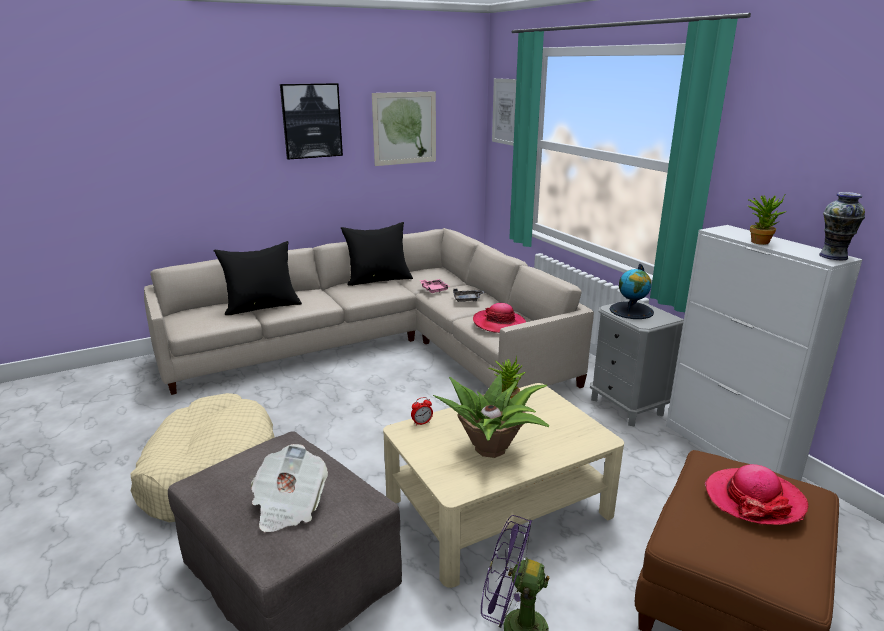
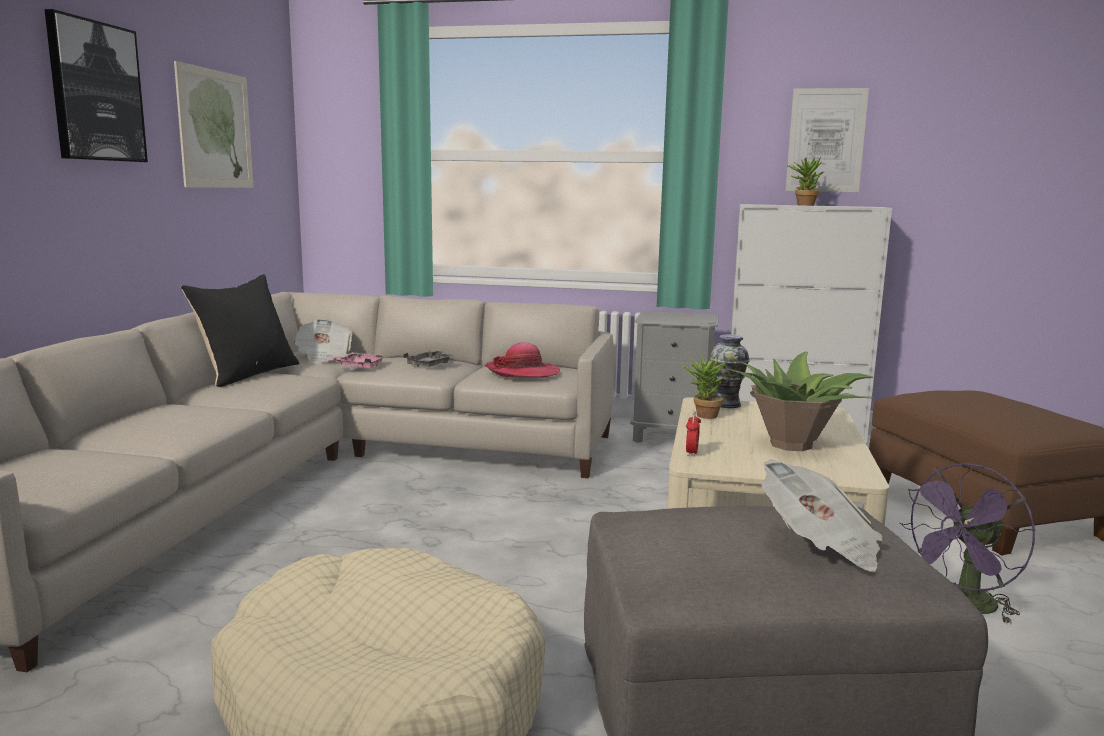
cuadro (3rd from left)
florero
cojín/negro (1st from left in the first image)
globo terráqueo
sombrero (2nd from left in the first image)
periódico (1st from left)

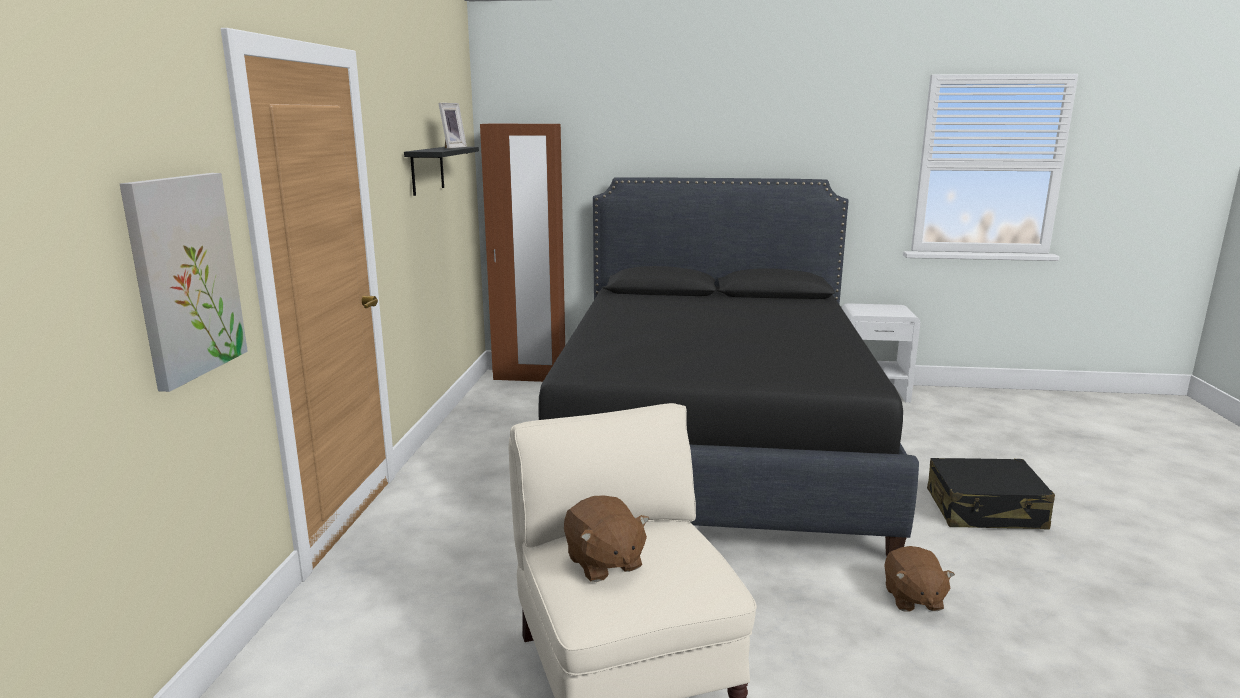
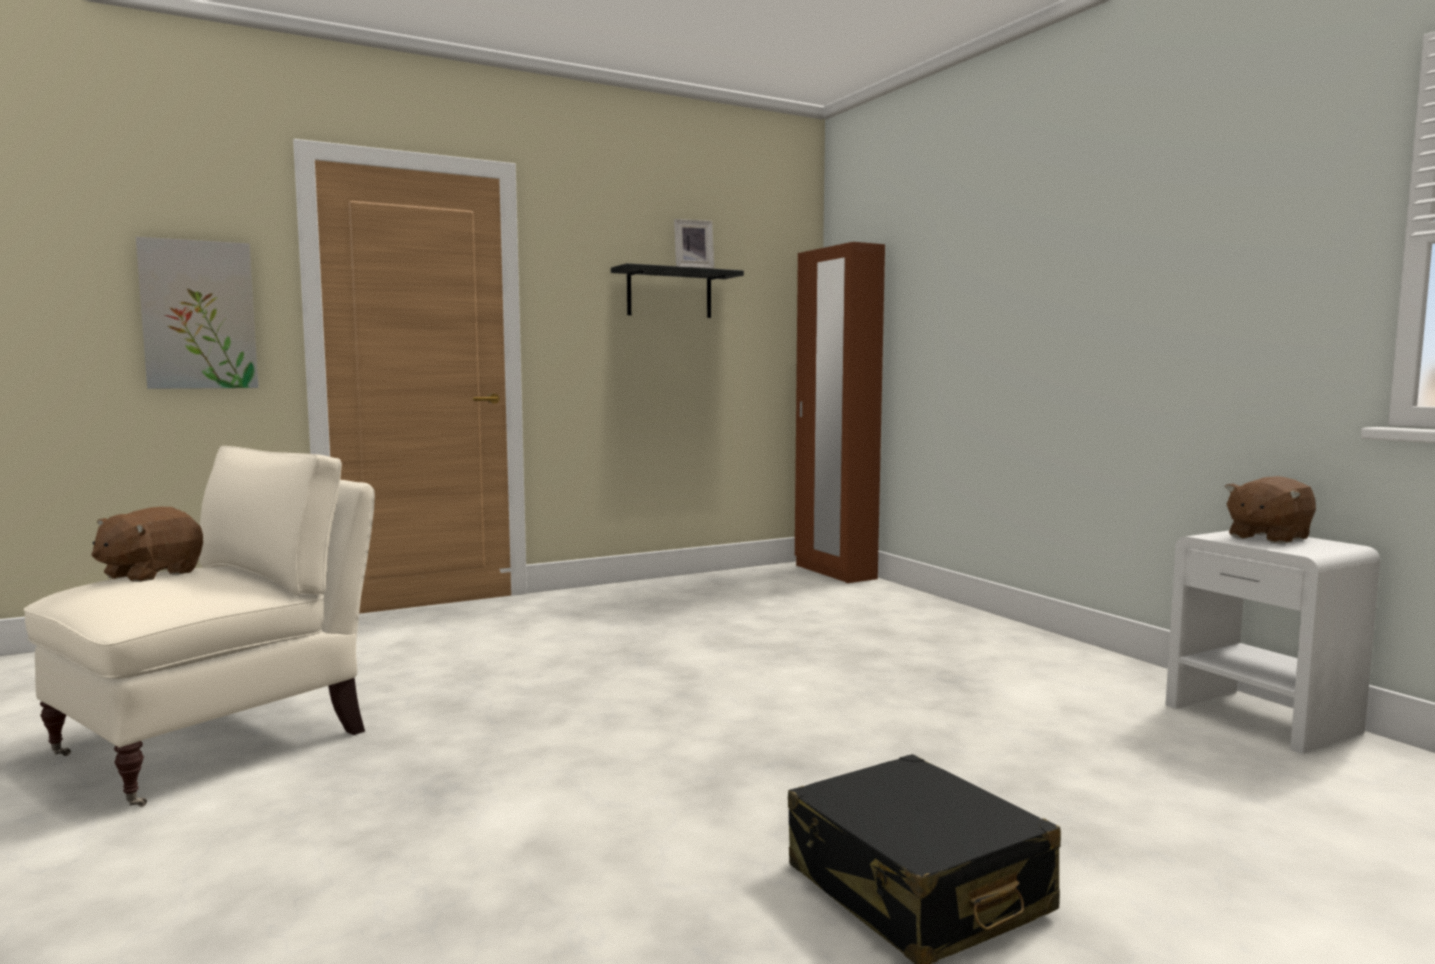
cama/negro
peluche/marrón (2nd from left)

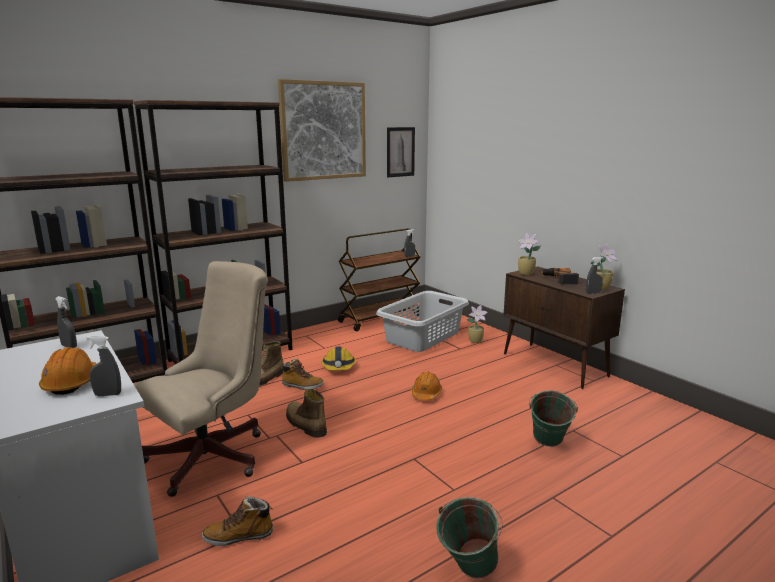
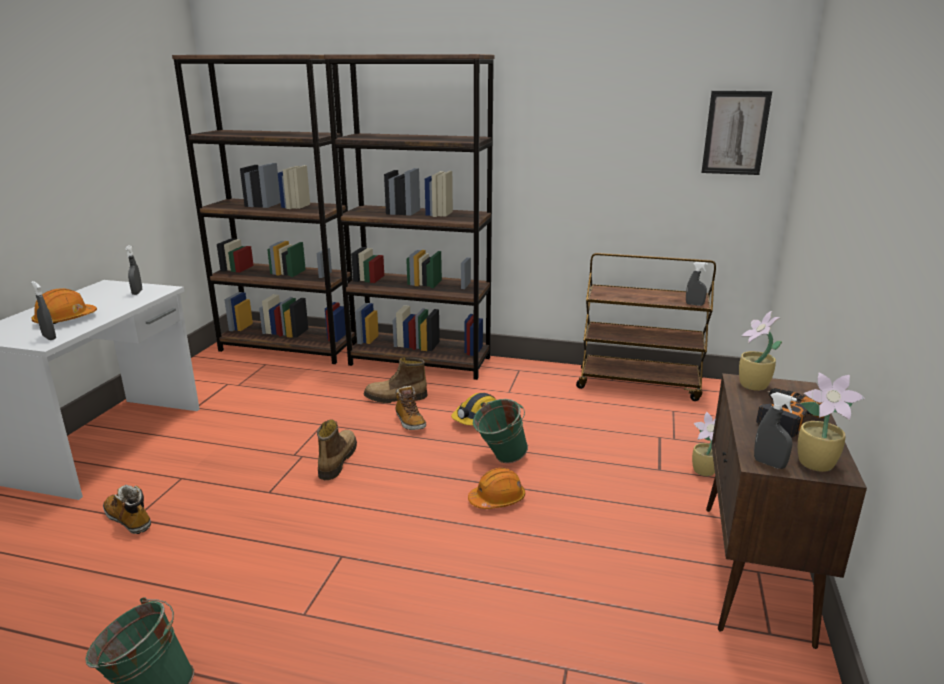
cuadro (1st from left in the first image)
silla de oficina/beis
cesto de la ropa/gris
cubo/verde (2nd from left)

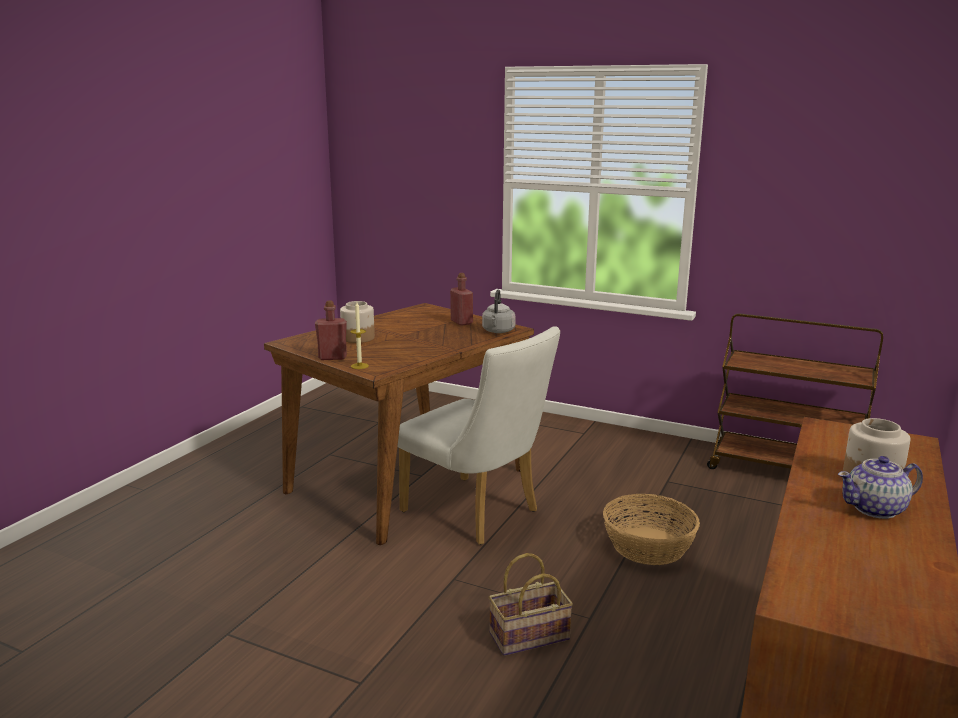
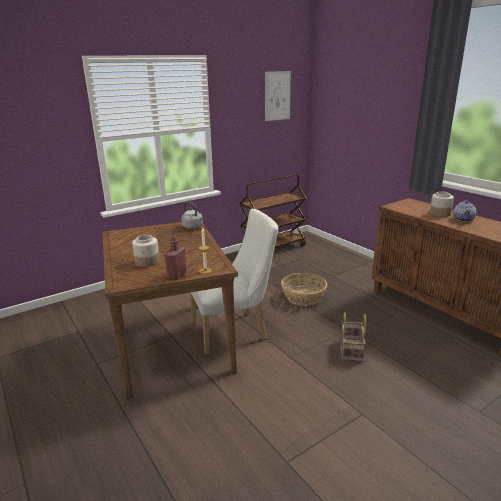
botella/rojo (2nd from left in the first image)
cuadro

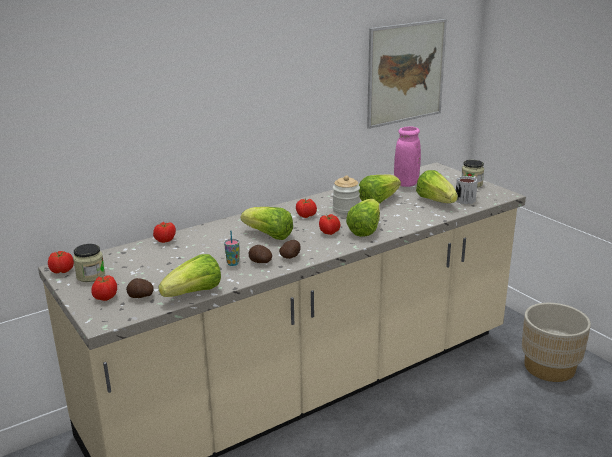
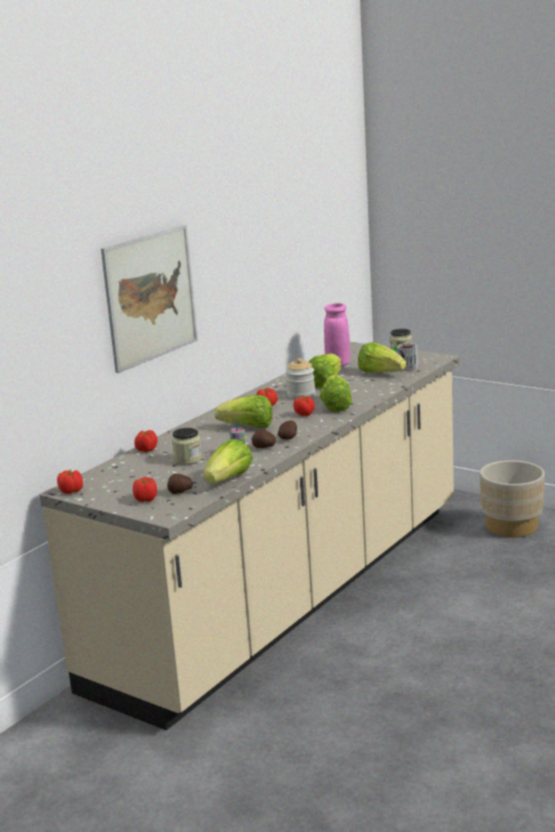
cuadro
tarro (1st from left)

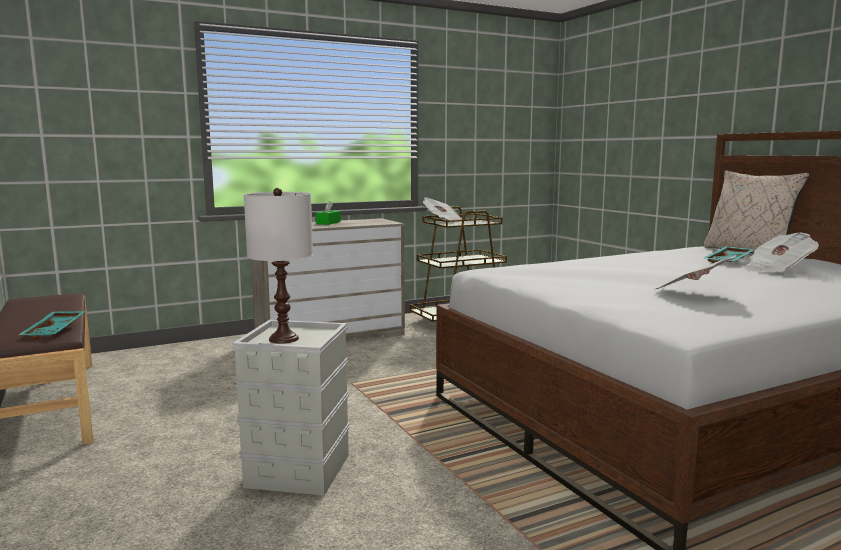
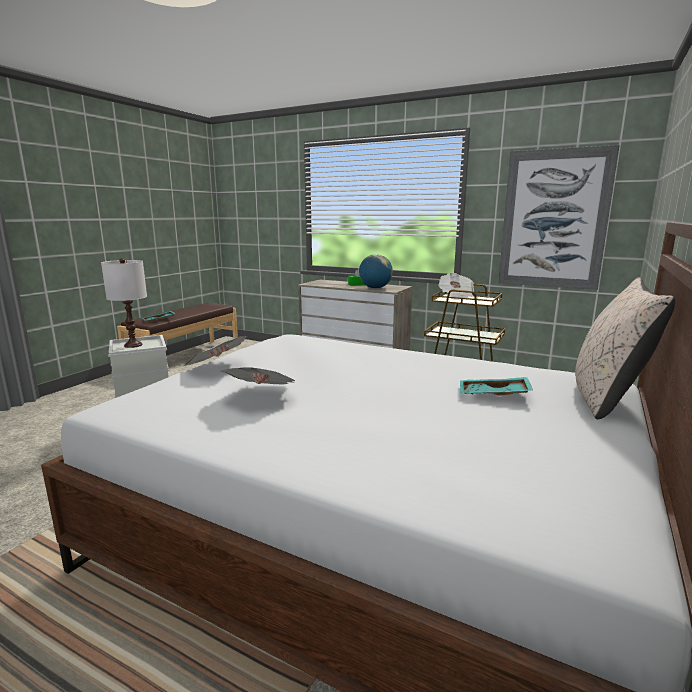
periódico (1st from left)
cuadro
globo terráqueo

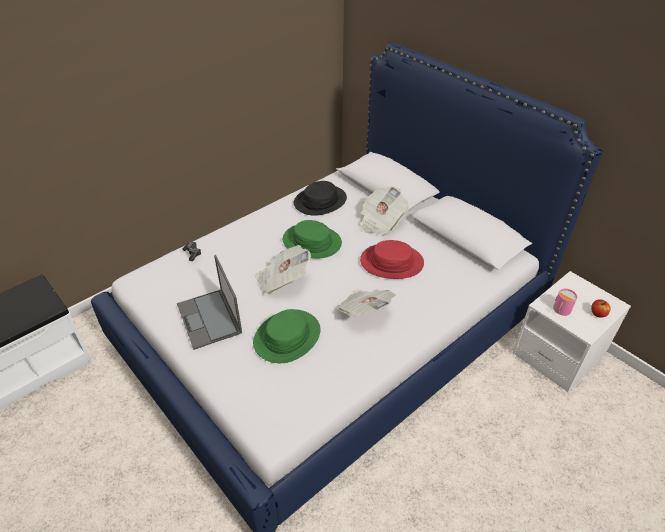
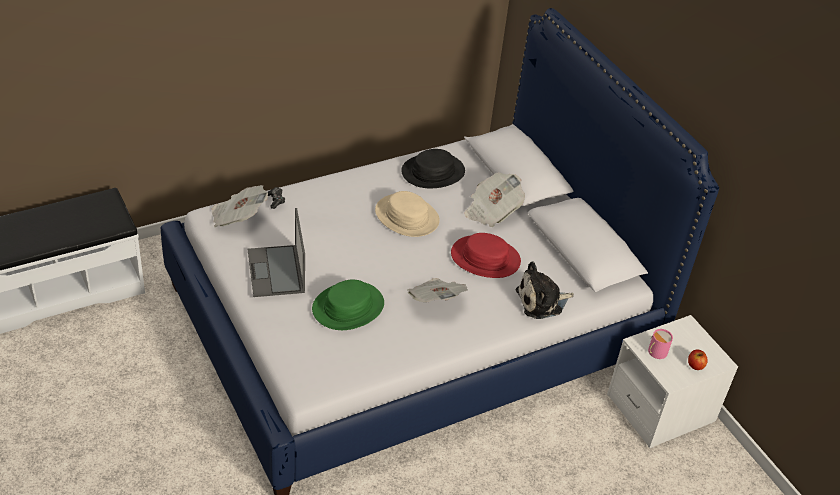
sombrero/beis
periódico (1st from left)
peluche

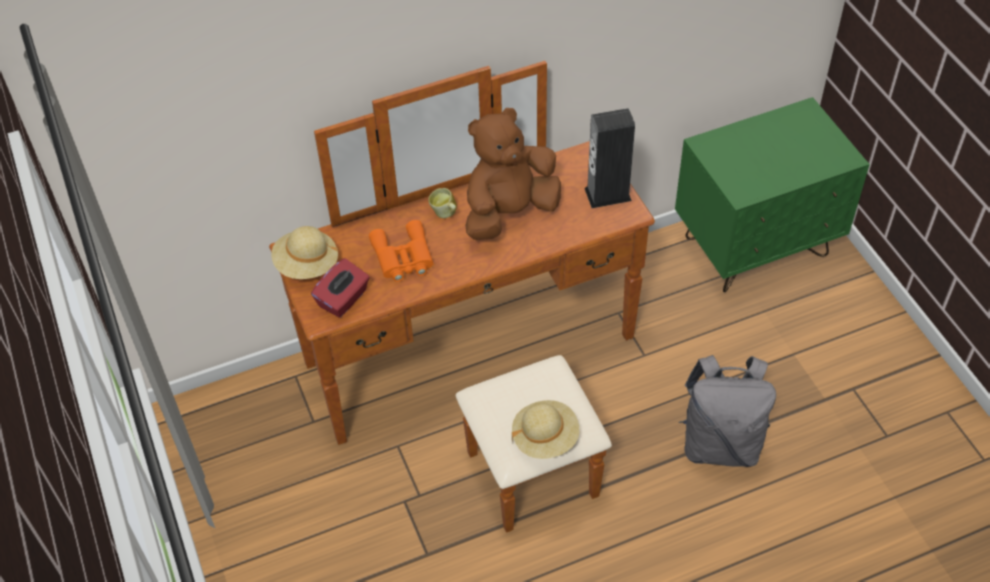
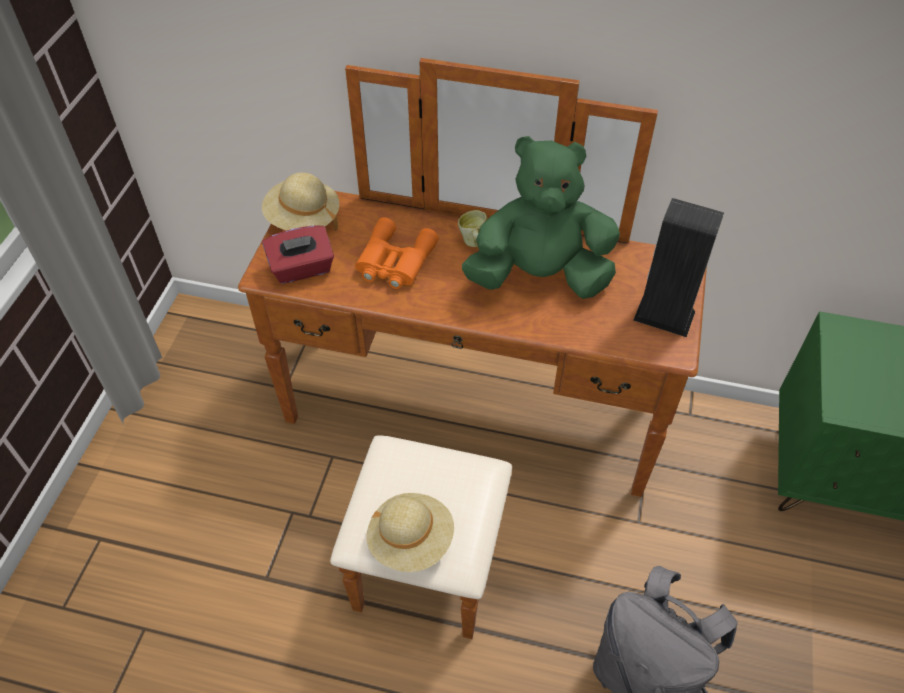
peluche/verde

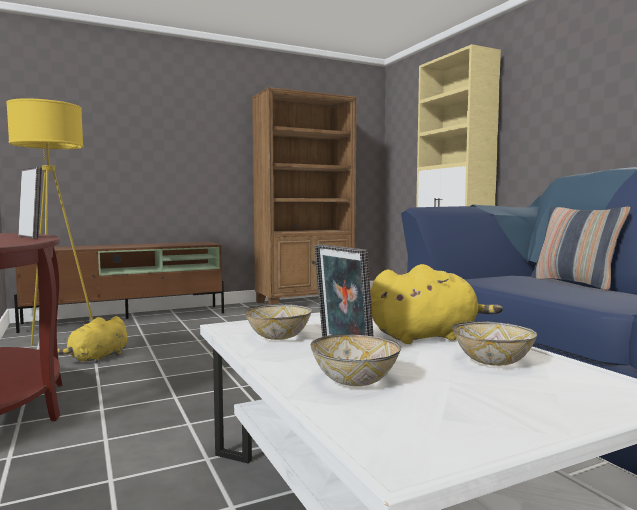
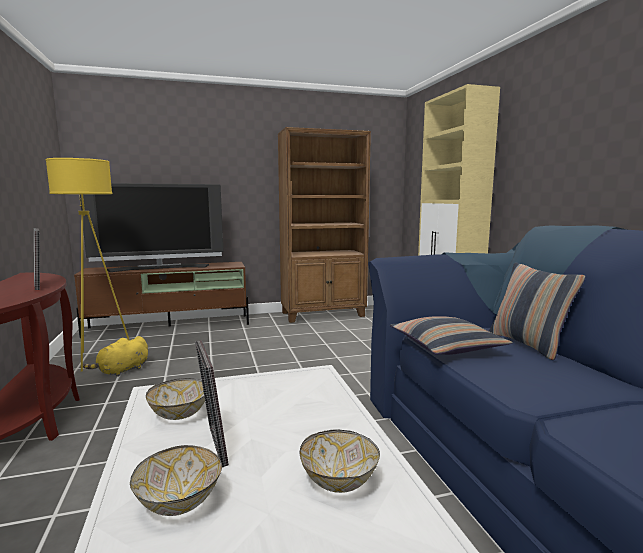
peluche/amarillo (2nd from left in the first image)
televisor
cojín (1st from left)

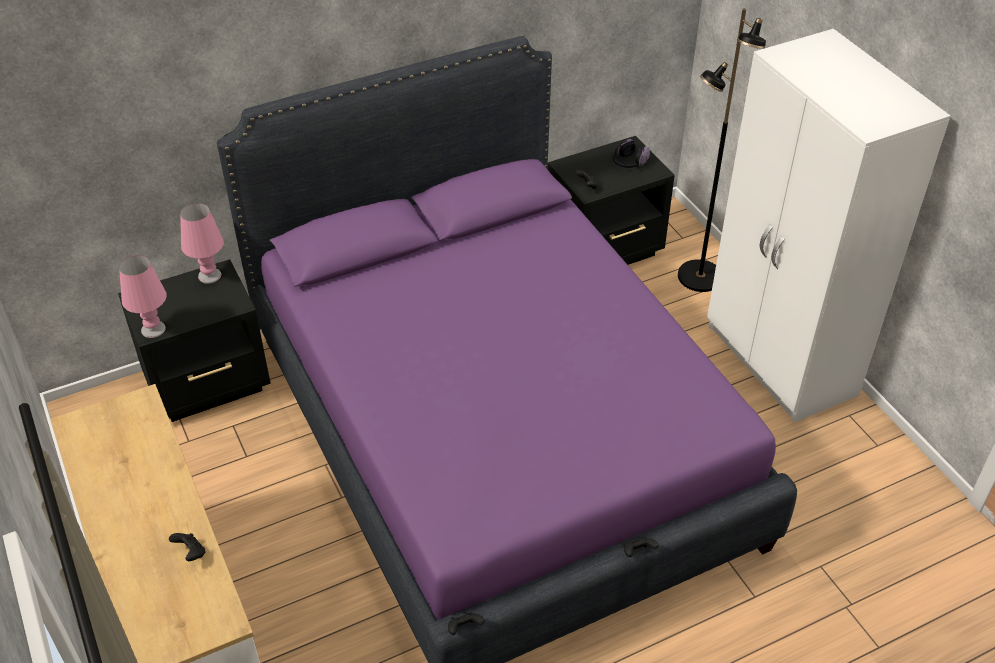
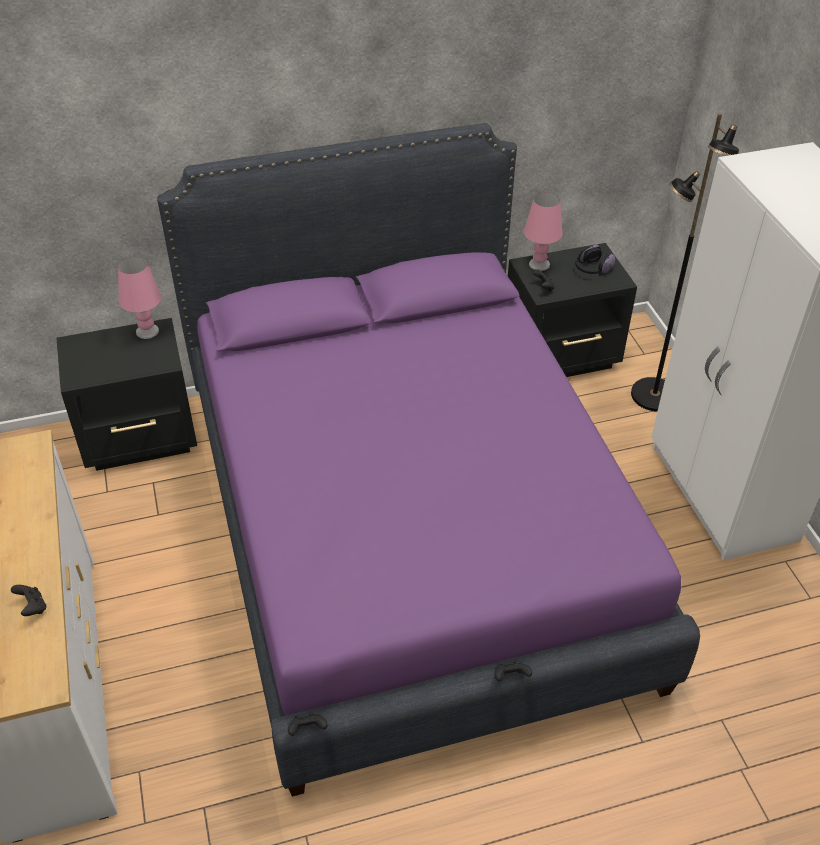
lámpara de mesa/rosa (2nd from left)

